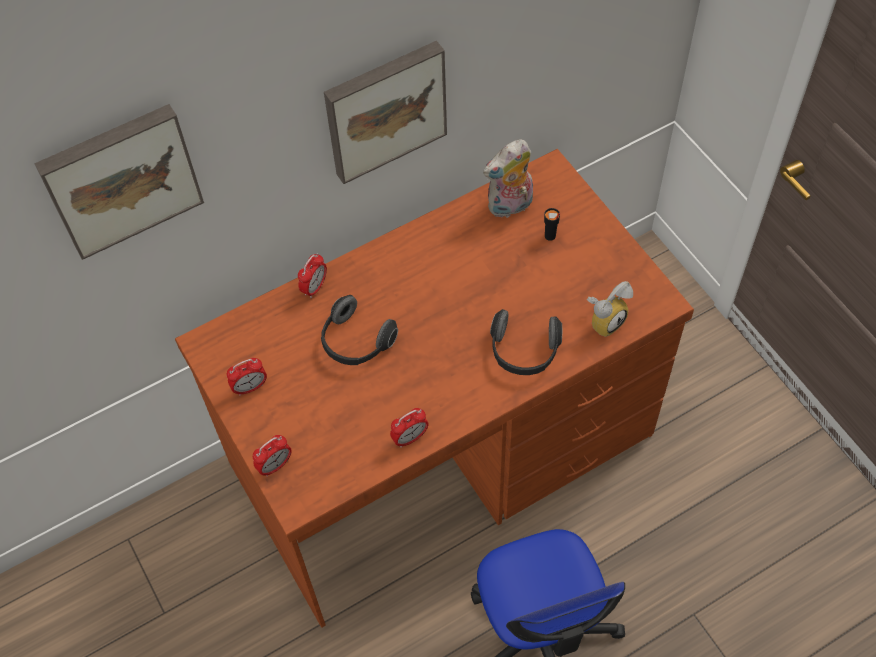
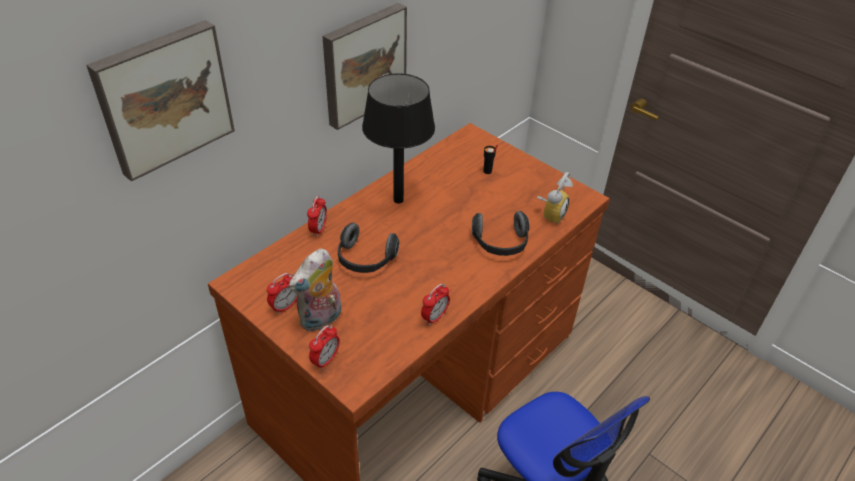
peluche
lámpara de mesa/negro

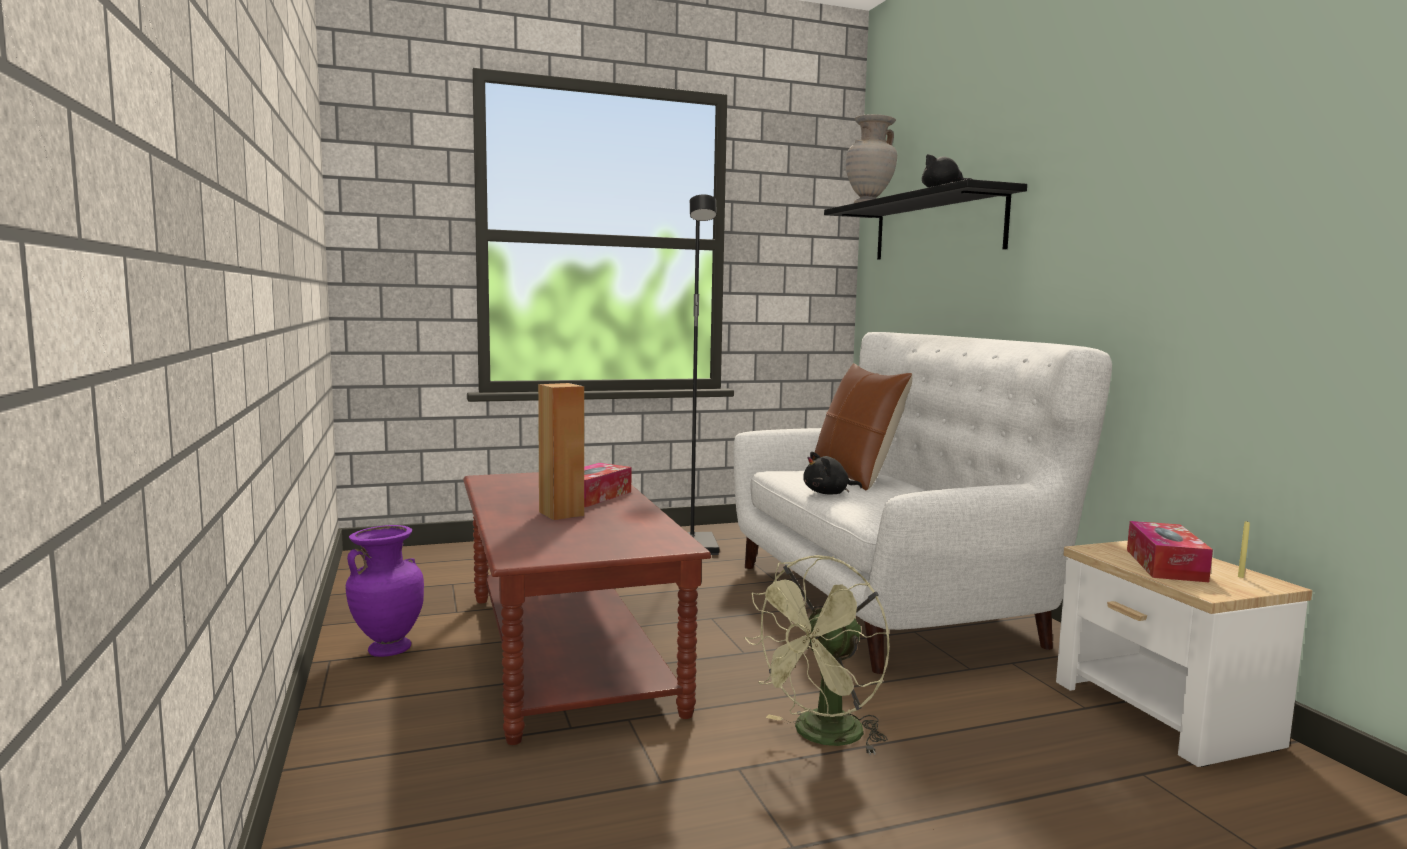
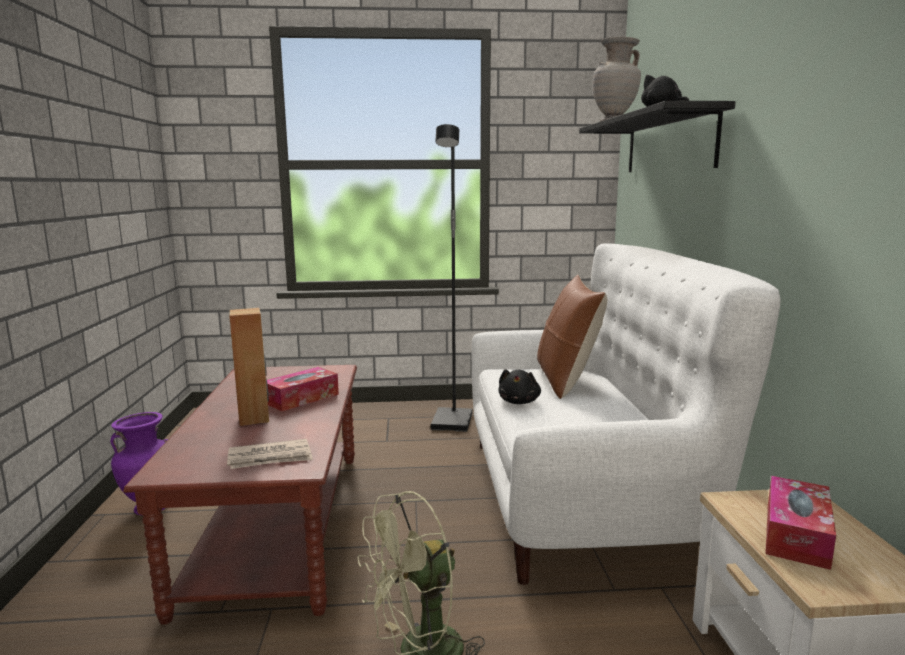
peluche/negro (1st from left)
vela/amarillo
periódico

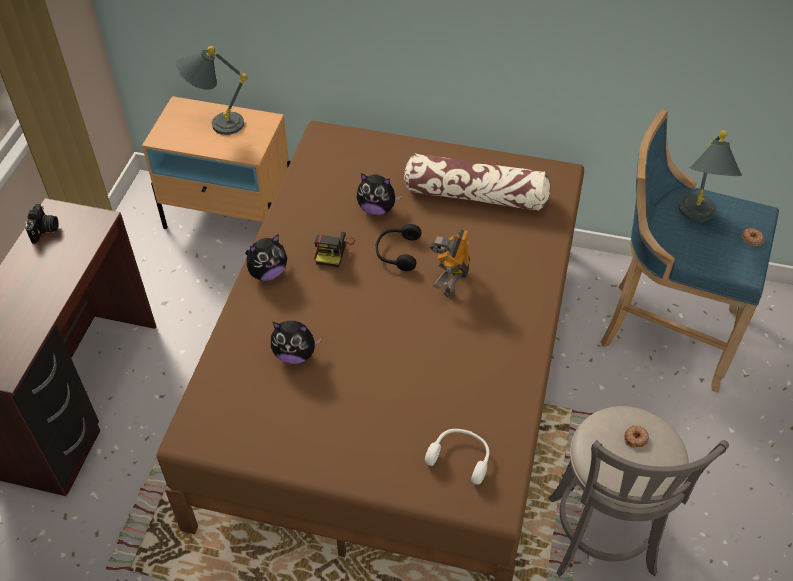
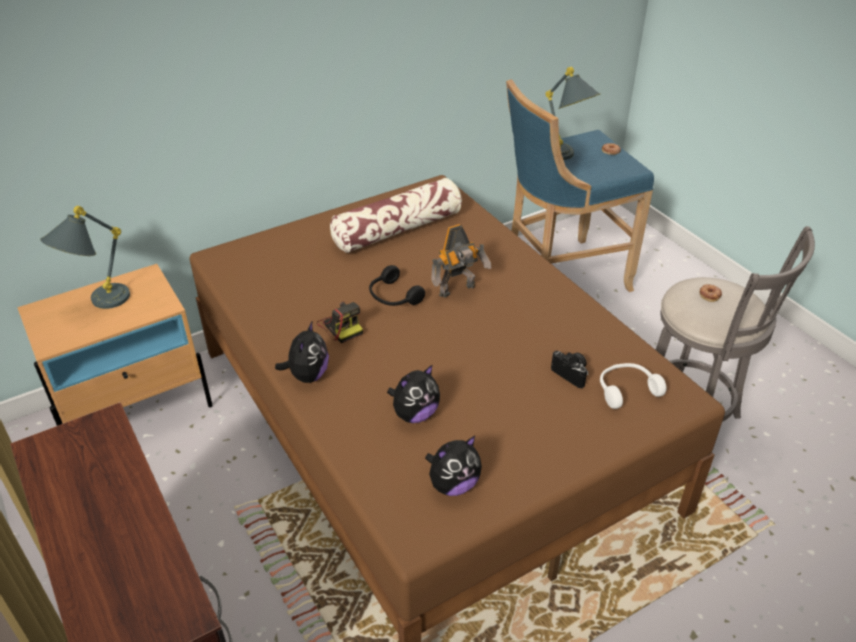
peluche (3rd from left)
cámara (2nd from left)
robot de juguete

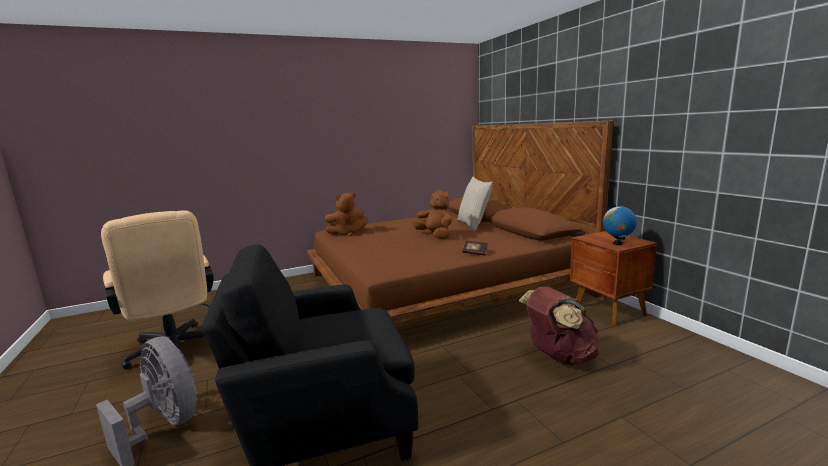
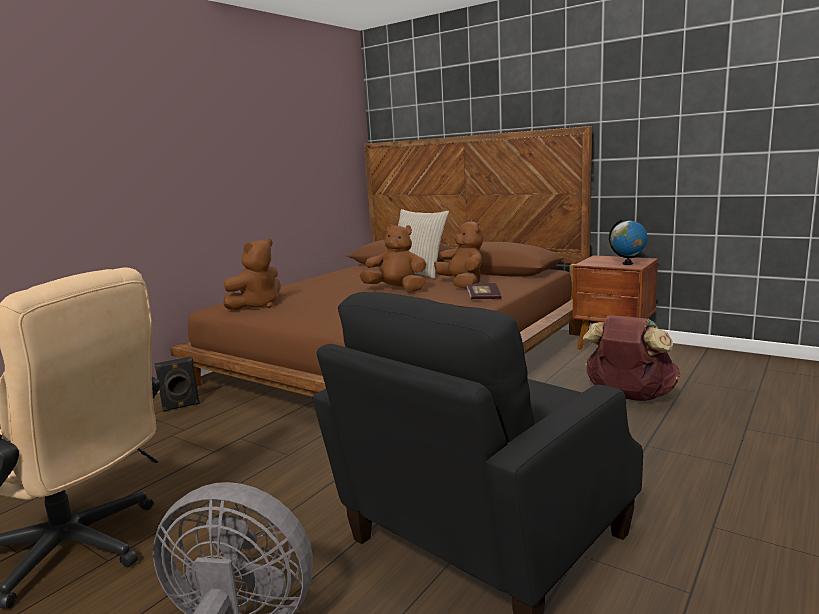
peluche/marrón (3rd from left)
altavoz/negro

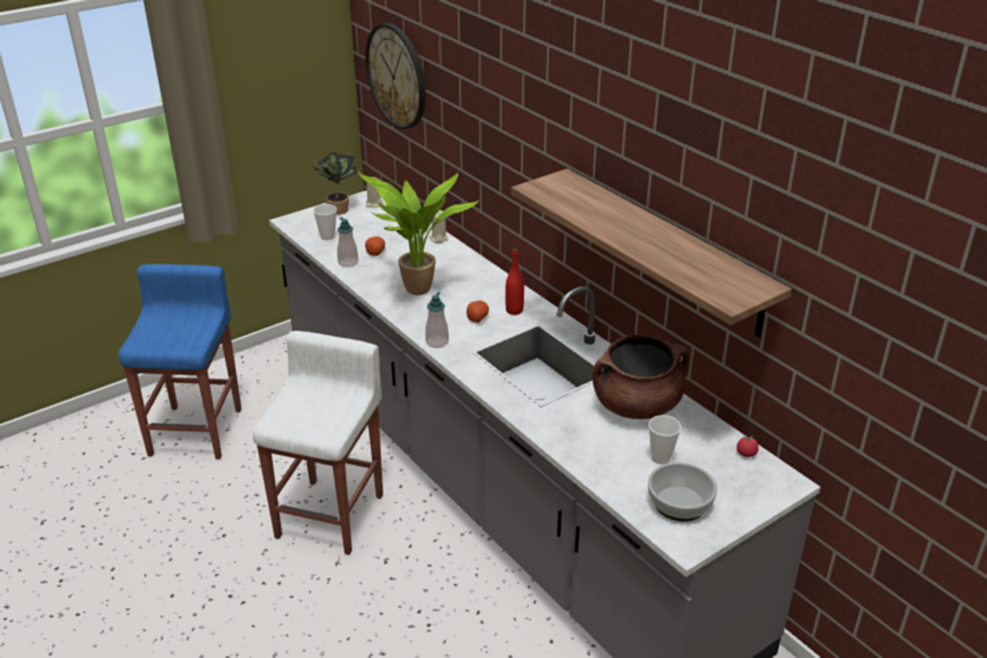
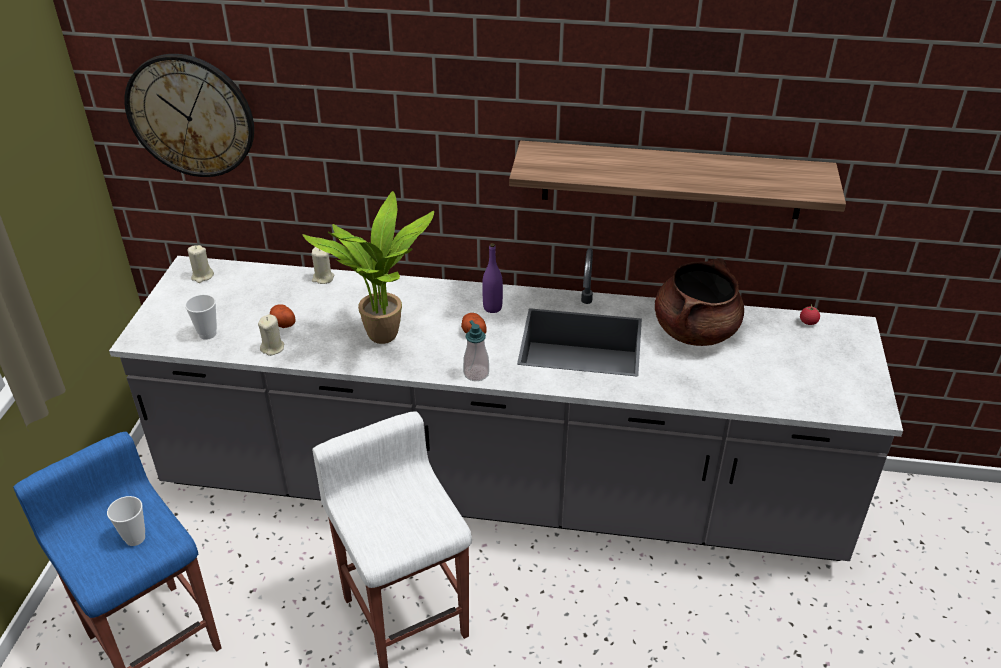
planta en maceta (1st from left in the first image)
vela/beis (2nd from left)
botella/morado
taza (1st from left)
cuenco

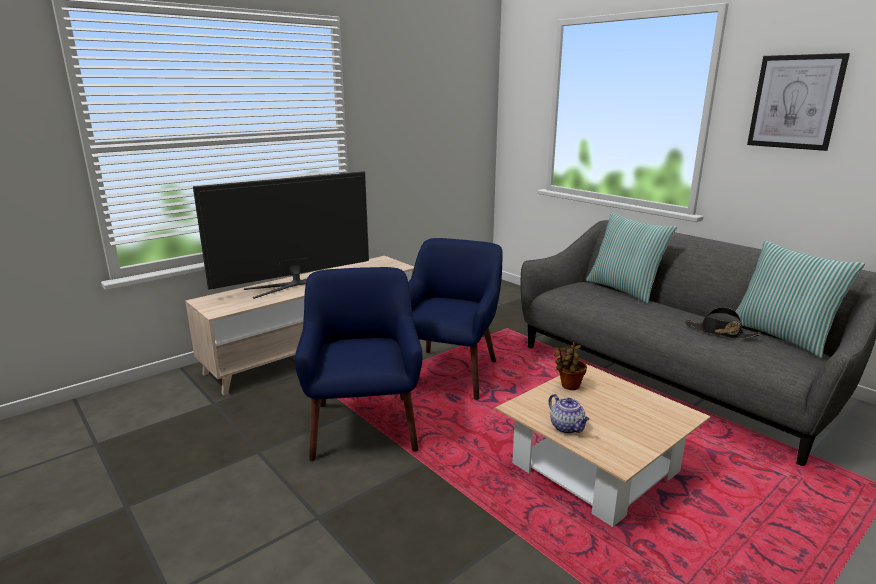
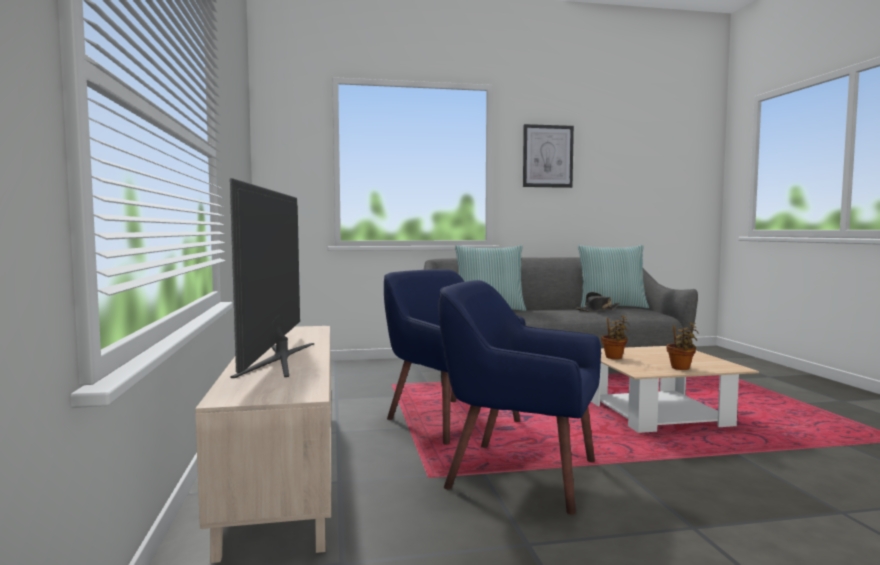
planta en maceta (2nd from left)

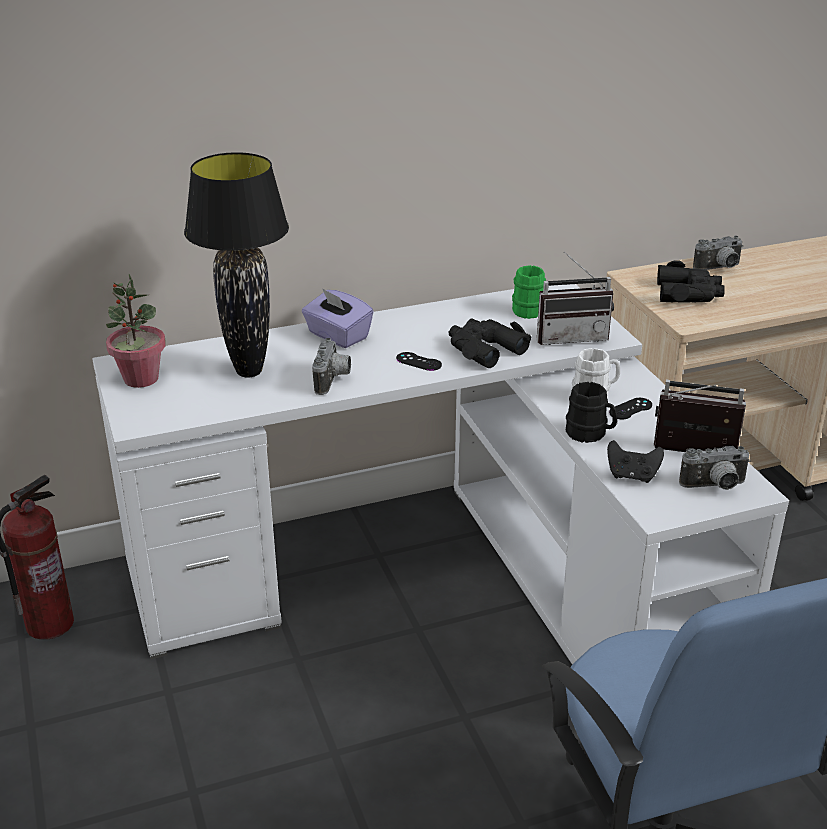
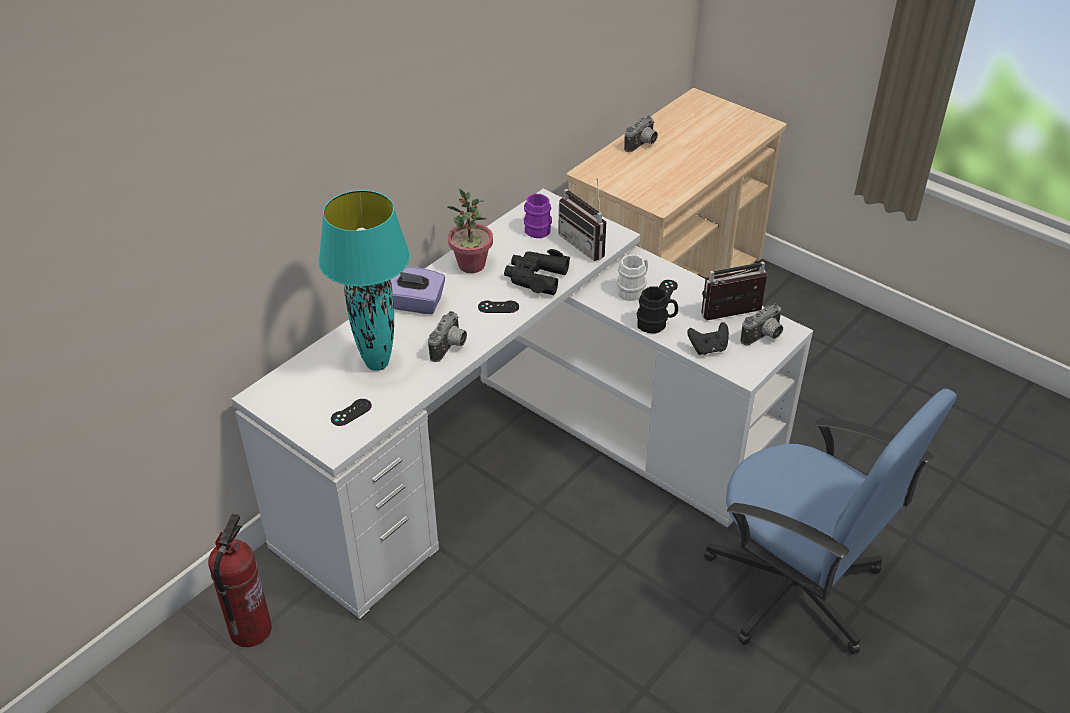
lámpara de mesa/turquesa
radio (1st from left)
prismáticos/negro (2nd from left in the first image)
taza grande/morado
planta en maceta
cámara (1st from left)
mando de consola/negro (1st from left)

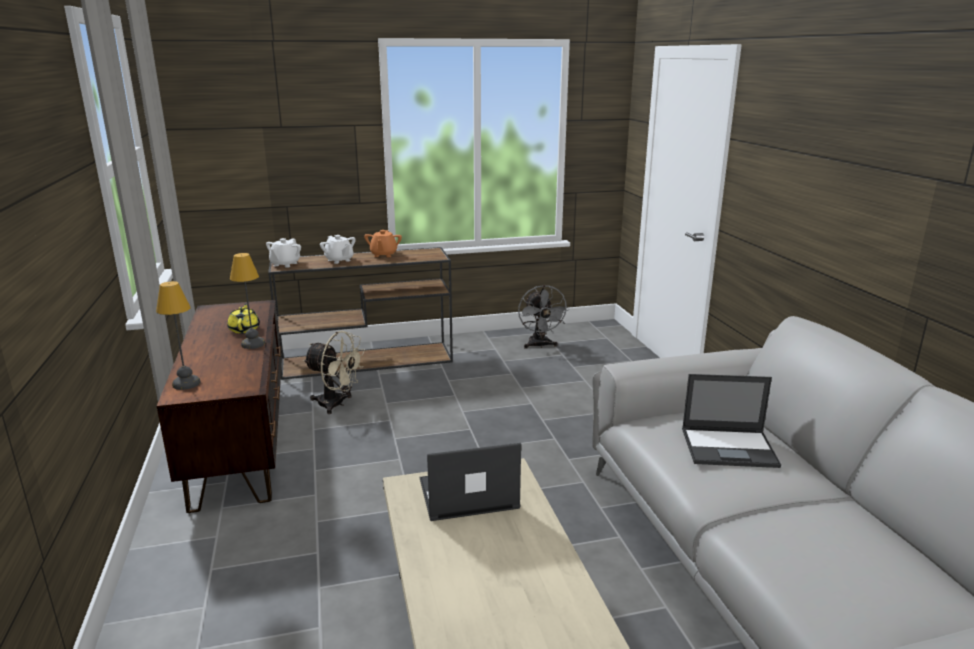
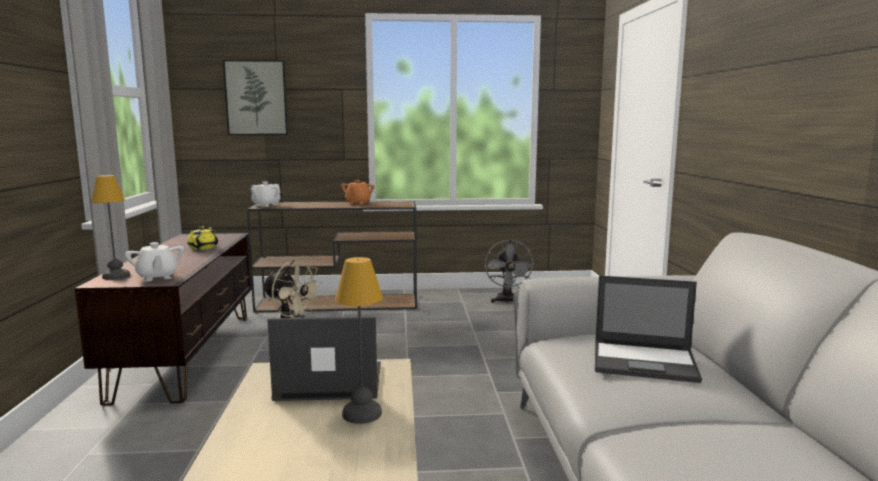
tetera/blanco (1st from left)
lámpara de mesa (2nd from left)
cuadro

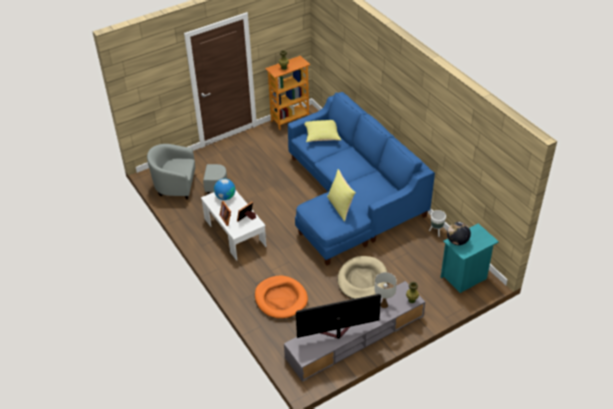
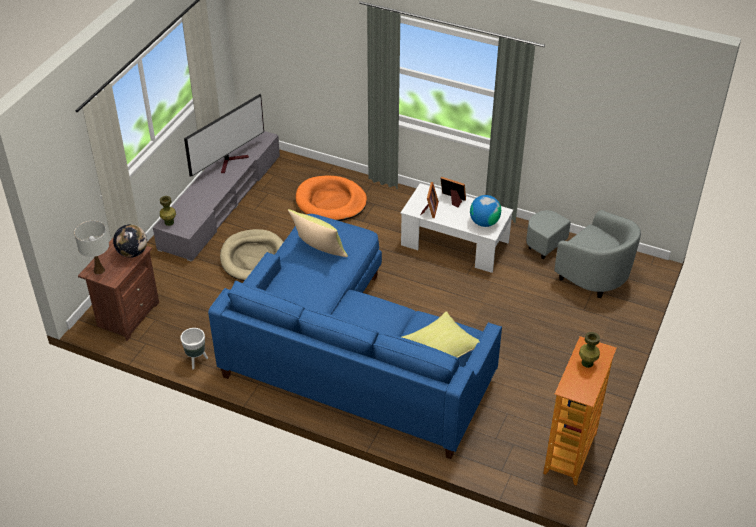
sillón/gris
mesita de noche/marrón
lámpara de mesa/blanco

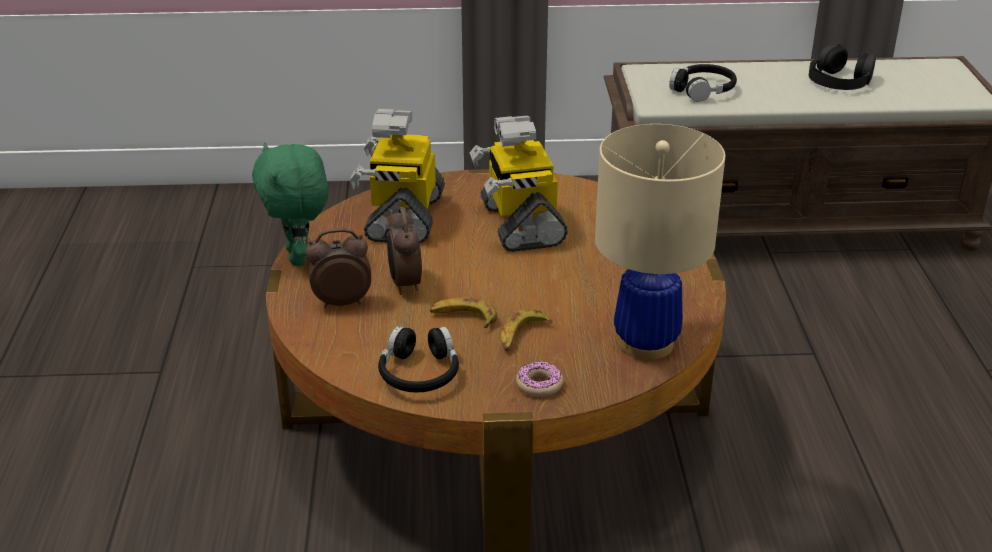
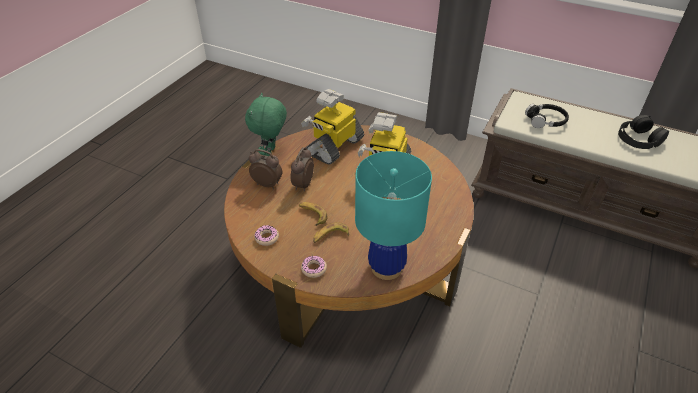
lámpara de mesa/turquesa
rosquilla (1st from left)

